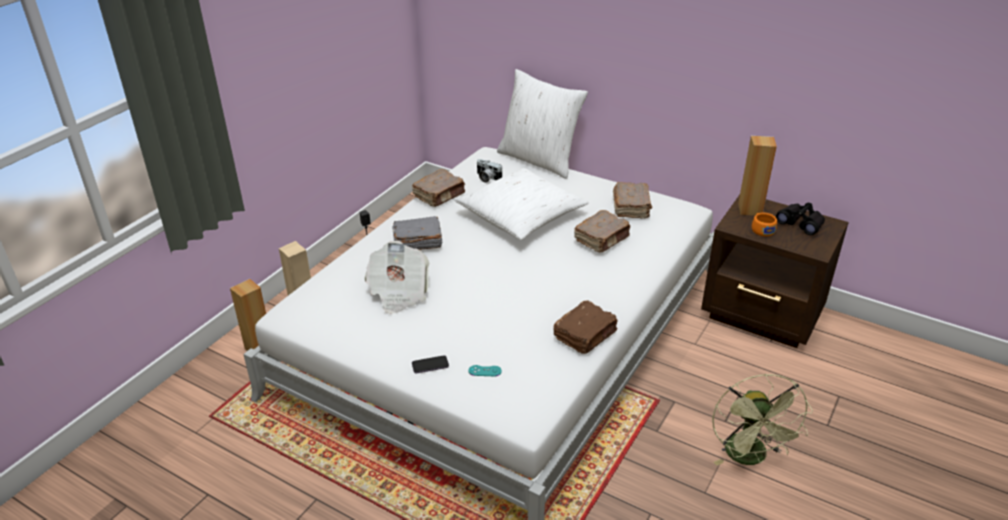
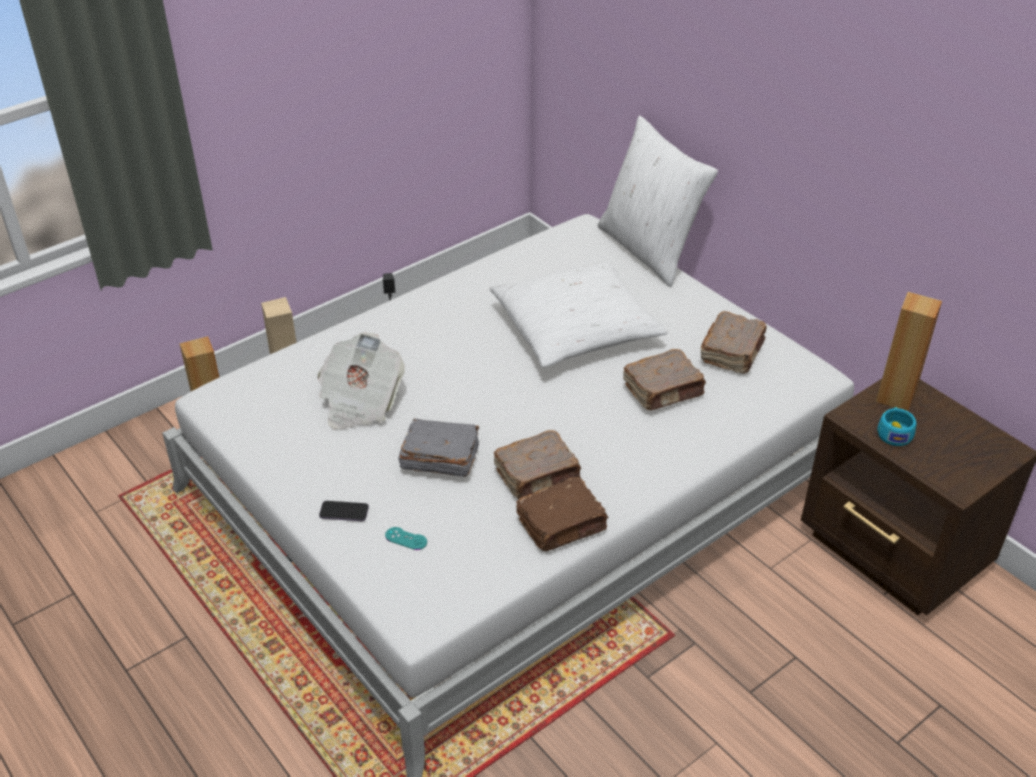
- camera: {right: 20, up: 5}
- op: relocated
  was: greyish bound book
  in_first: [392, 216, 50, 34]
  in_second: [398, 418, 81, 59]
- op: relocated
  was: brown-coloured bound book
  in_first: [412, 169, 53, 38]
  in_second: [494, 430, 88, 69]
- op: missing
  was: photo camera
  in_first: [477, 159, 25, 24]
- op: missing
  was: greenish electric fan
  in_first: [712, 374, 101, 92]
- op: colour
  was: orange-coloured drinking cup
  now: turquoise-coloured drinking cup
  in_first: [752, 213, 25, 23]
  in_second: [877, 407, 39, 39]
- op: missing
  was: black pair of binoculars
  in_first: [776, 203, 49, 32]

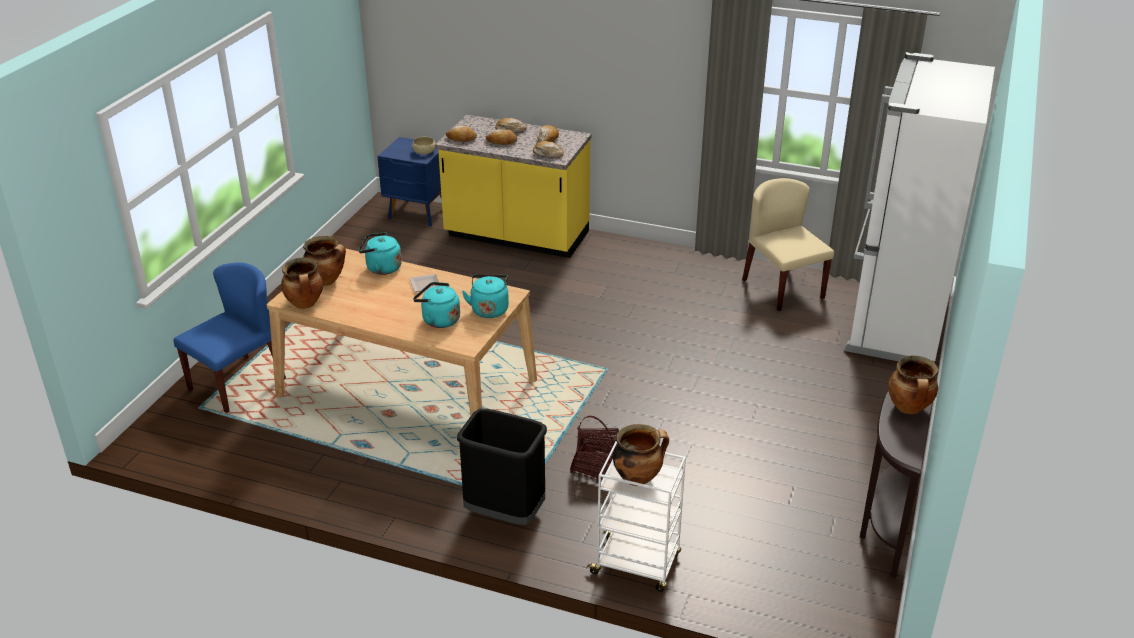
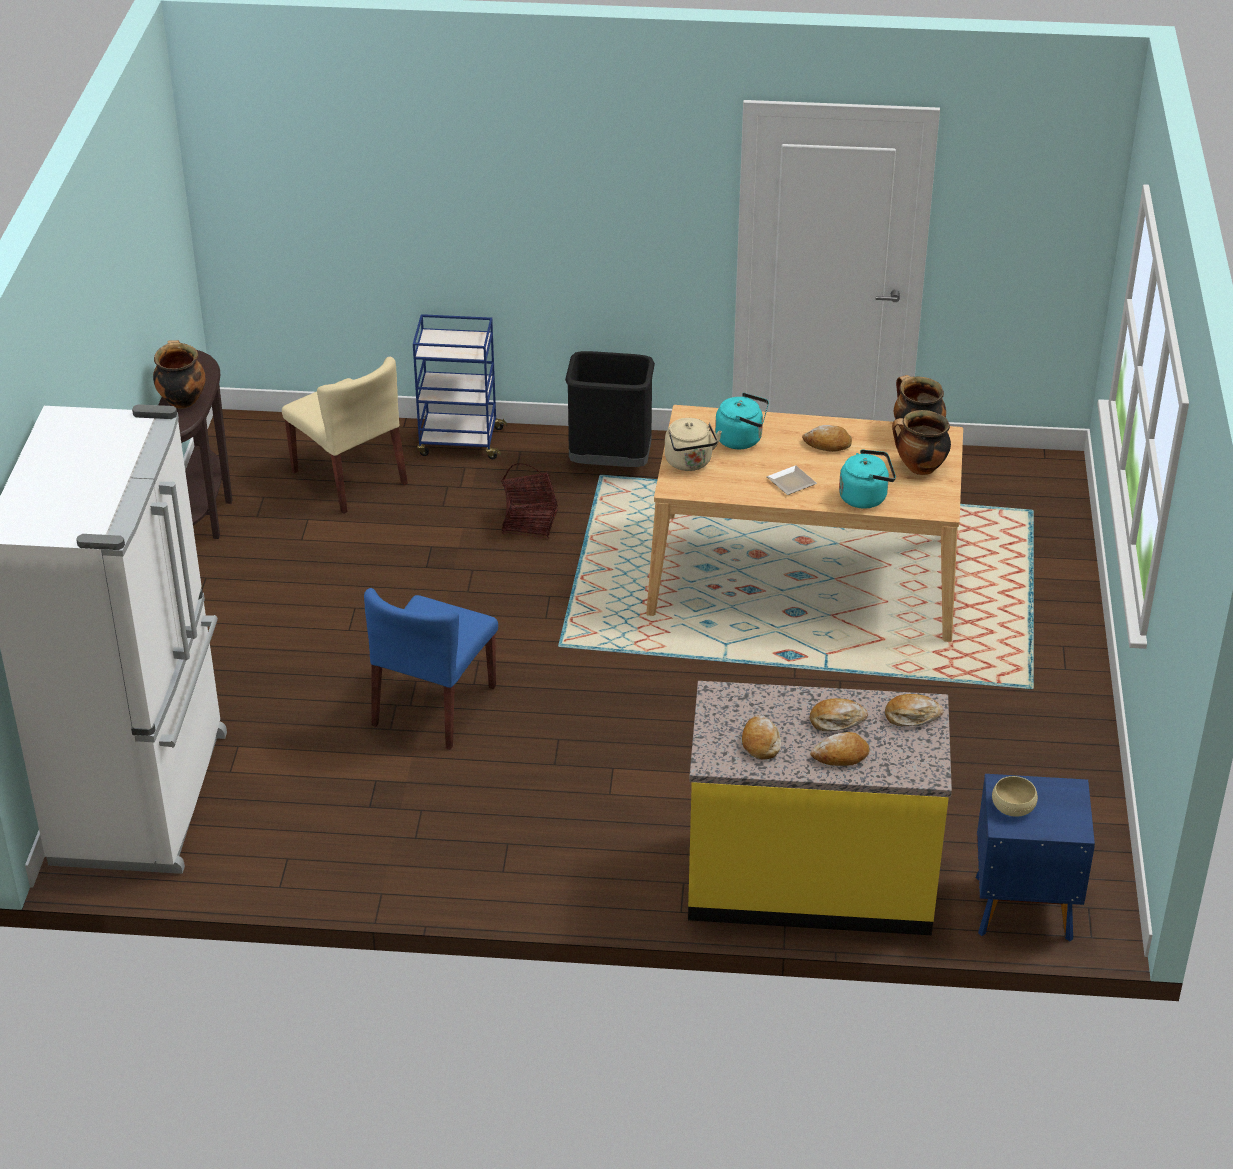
- camera: {right: 165, up: 5}
- op: relocated
  was: bluish upright chair
  in_first: [174, 262, 112, 151]
  in_second: [364, 588, 134, 162]
- op: colour
  was: turquoise-coloured kettle
  now: sand-coloured kettle
  in_first: [462, 275, 47, 43]
  in_second: [665, 418, 57, 53]
- op: relocated
  was: bread
  in_first: [533, 141, 31, 17]
  in_second: [802, 425, 50, 27]
- op: colour
  was: whitish trolley
  now: bluish trolley
  in_first: [586, 441, 100, 151]
  in_second: [413, 314, 94, 145]
- op: missing
  was: stockpot
  in_first: [613, 424, 56, 62]
- op: relocated
  was: sand-coloured upright chair
  in_first: [742, 178, 92, 133]
  in_second: [282, 357, 126, 157]

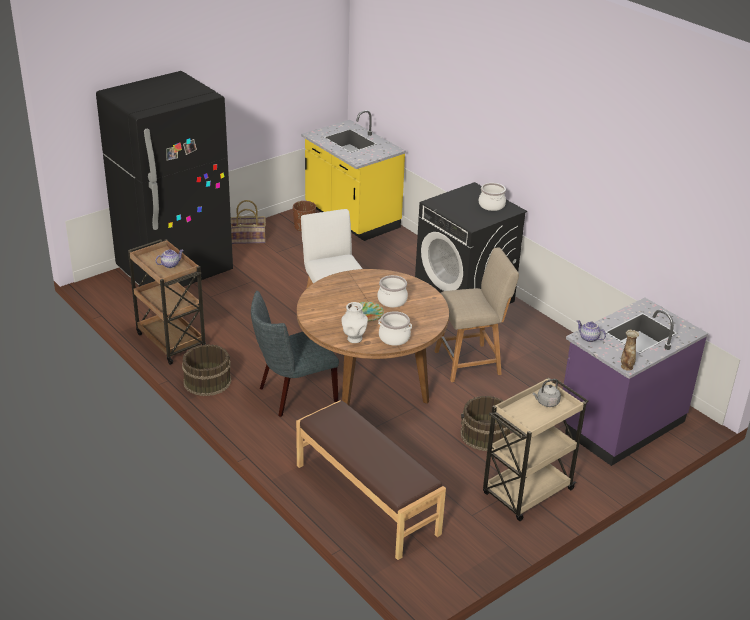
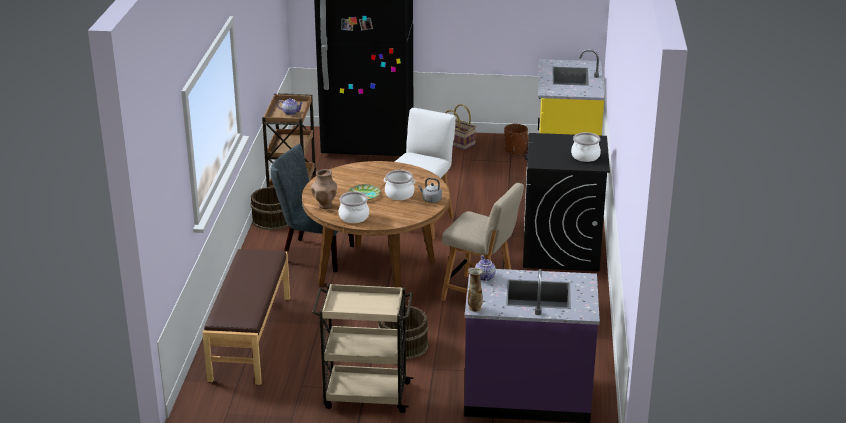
- camera: {right: 45, up: -5}
- op: colour
  was: whitish decorative vase
  now: brown-coloured decorative vase
  in_first: [341, 302, 27, 41]
  in_second: [311, 169, 26, 40]
- op: relocated
  was: greyish kettle
  in_first: [533, 379, 28, 28]
  in_second: [418, 178, 24, 25]

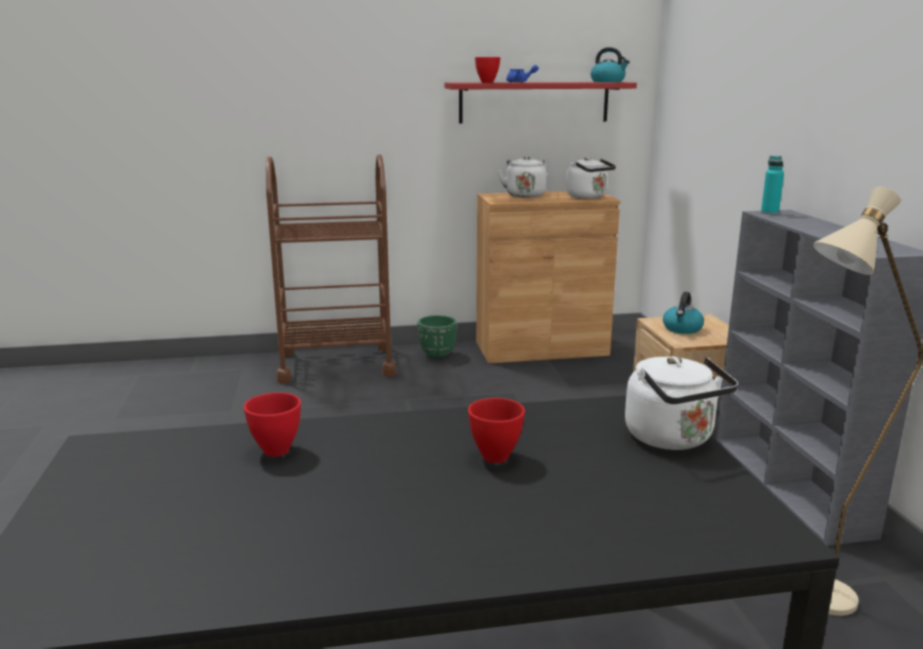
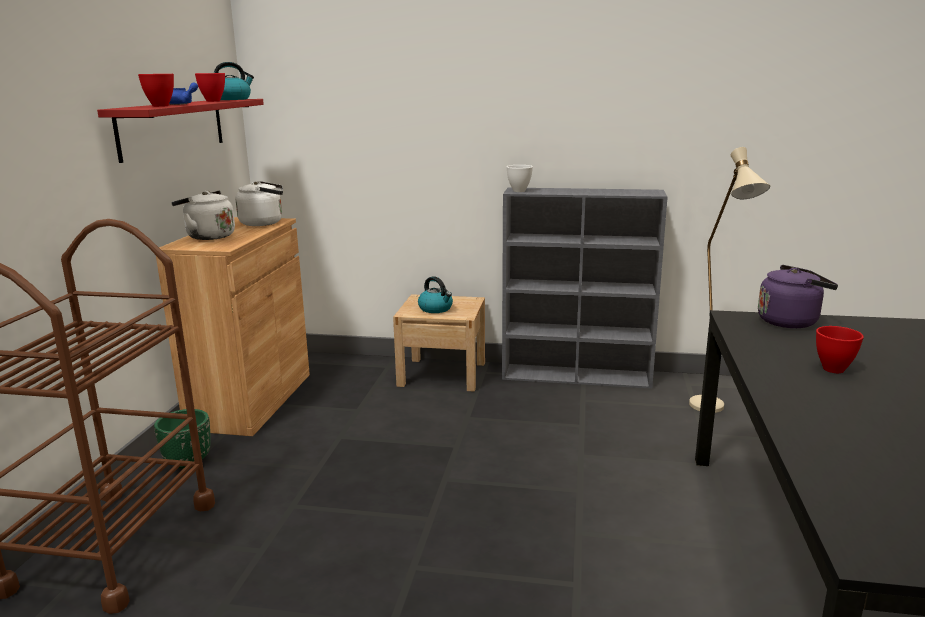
- camera: {right: -70, up: 0}
- op: relocated
  was: red deep dish
  in_first: [244, 392, 57, 65]
  in_second: [195, 73, 30, 29]
- op: colour
  was: whitish kettle
  now: purple-coloured kettle
  in_first: [625, 356, 113, 94]
  in_second: [758, 265, 80, 63]
- op: exchanged
  was: turquoise-coloured drink bottle
  now: whitish deep dish
  in_first: [761, 156, 23, 59]
  in_second: [506, 165, 27, 27]

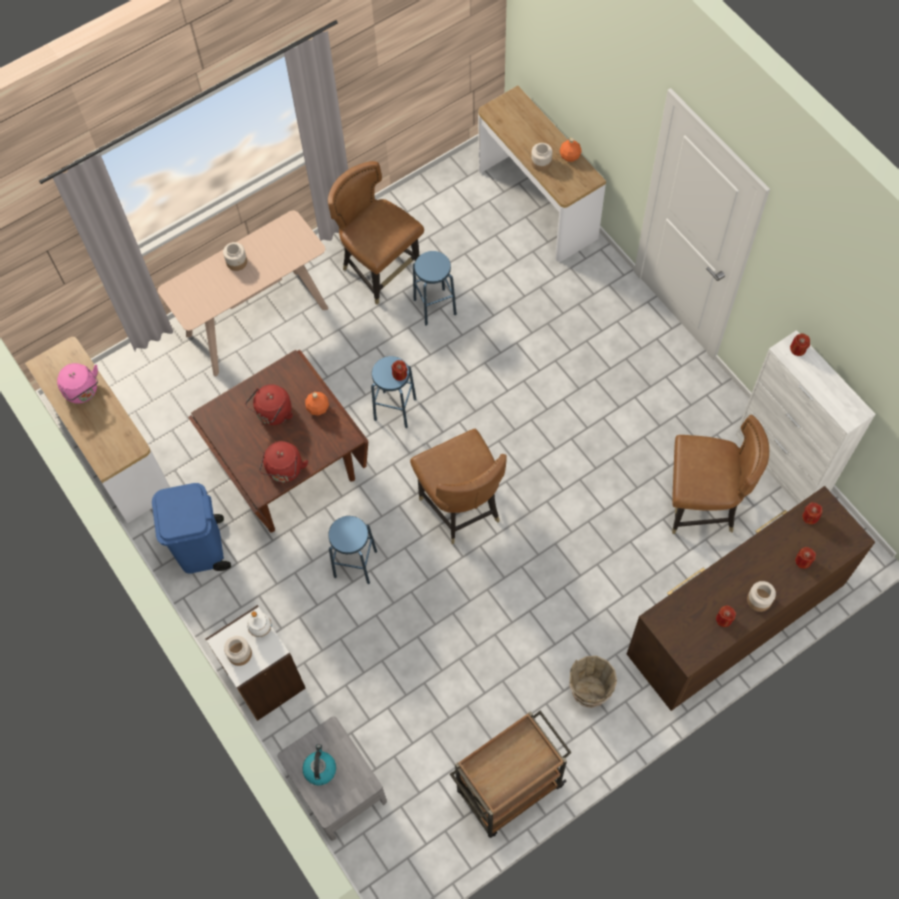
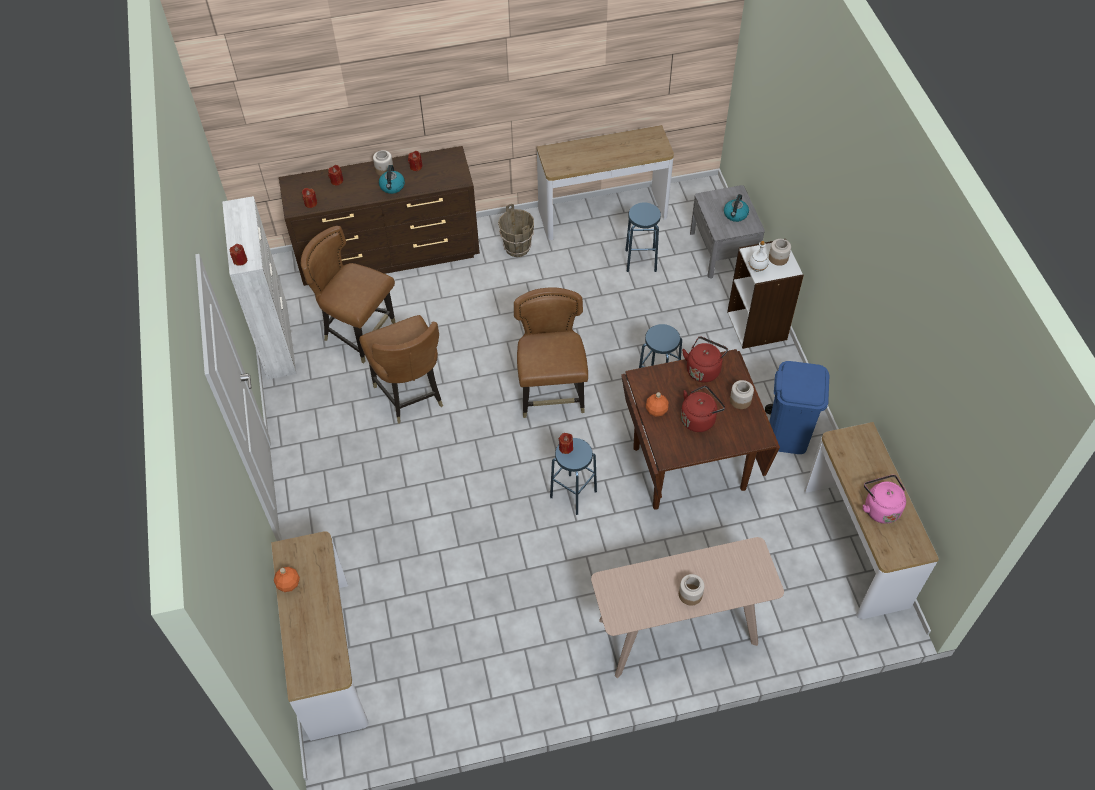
- camera: {right: -160, up: -10}
- op: relocated
  was: brown-coloured upright chair
  in_first: [328, 161, 96, 144]
  in_second: [359, 315, 84, 108]
- op: relocated
  was: bluish sitting stool
  in_first: [413, 251, 44, 75]
  in_second: [625, 203, 36, 69]
- op: exchanged
  was: brown-coloured trolley
  now: console table
  in_first: [450, 711, 122, 127]
  in_second: [537, 125, 137, 115]
- op: relocated
  was: storage jar
  in_first: [531, 143, 21, 28]
  in_second: [730, 380, 24, 29]
- op: appeared
  now: kettle
  in_second: [379, 165, 26, 29]

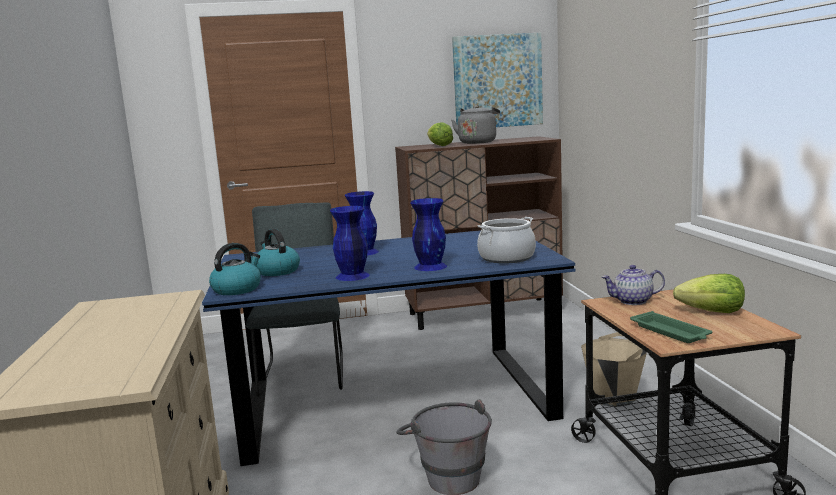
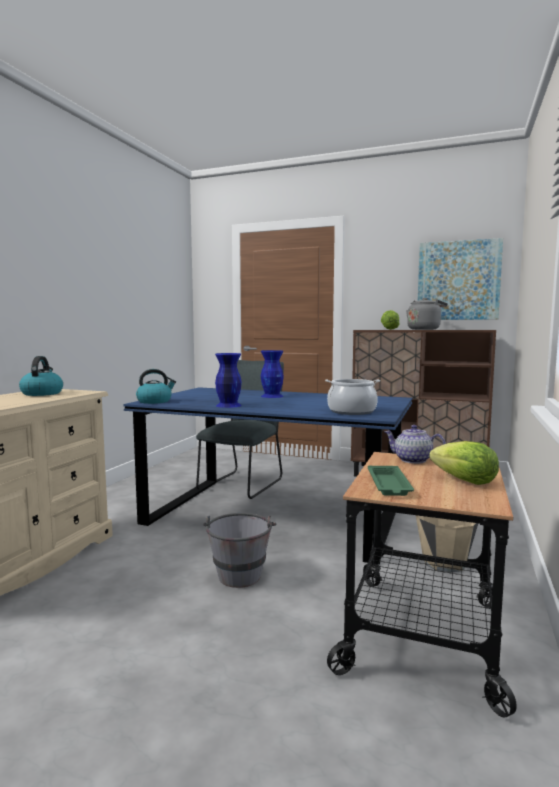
- camera: {right: 30, up: -5}
- op: relocated
  was: kettle
  in_first: [256, 229, 44, 47]
  in_second: [19, 356, 44, 40]
- op: missing
  was: bluish decorative vase
  in_first: [410, 198, 37, 73]

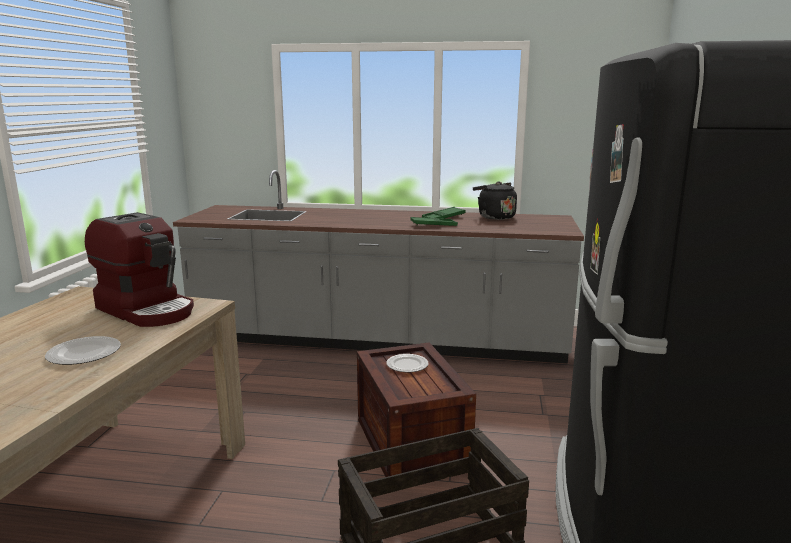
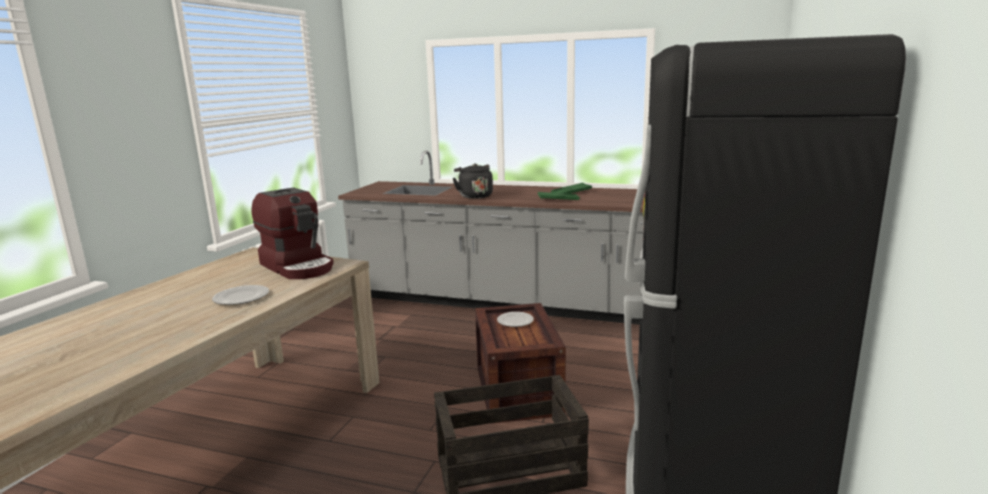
- camera: {right: 10, up: 0}
- op: relocated
  was: black kettle
  in_first: [473, 181, 44, 39]
  in_second: [453, 164, 40, 35]

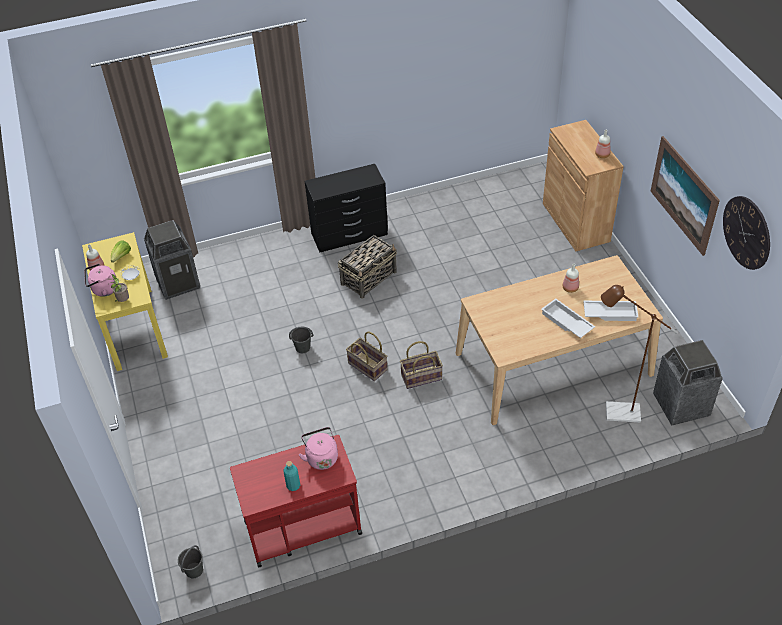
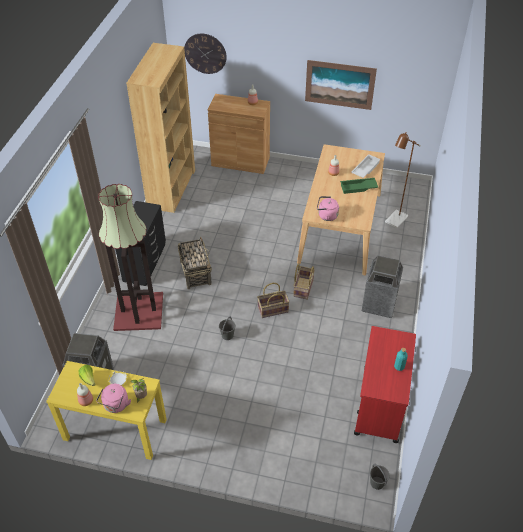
- camera: {right: -60, up: 0}
- op: relocated
  was: pink-coloured kettle
  in_first: [299, 427, 39, 43]
  in_second: [317, 196, 22, 25]
- op: colour
  was: whitish tray
  now: greenish tray
  in_first: [541, 299, 54, 39]
  in_second: [340, 178, 38, 16]
- op: relocated
  was: rubbish bin
  in_first: [653, 340, 70, 86]
  in_second: [362, 255, 41, 63]
- op: relocated
  was: hanging clock
  in_first: [723, 196, 47, 74]
  in_second: [184, 34, 43, 40]
- op: appeared
  now: standing lamp
  in_second: [98, 184, 65, 147]
- op: appeared
  now: brown-coloured bookshelf
  in_second: [126, 43, 69, 170]

